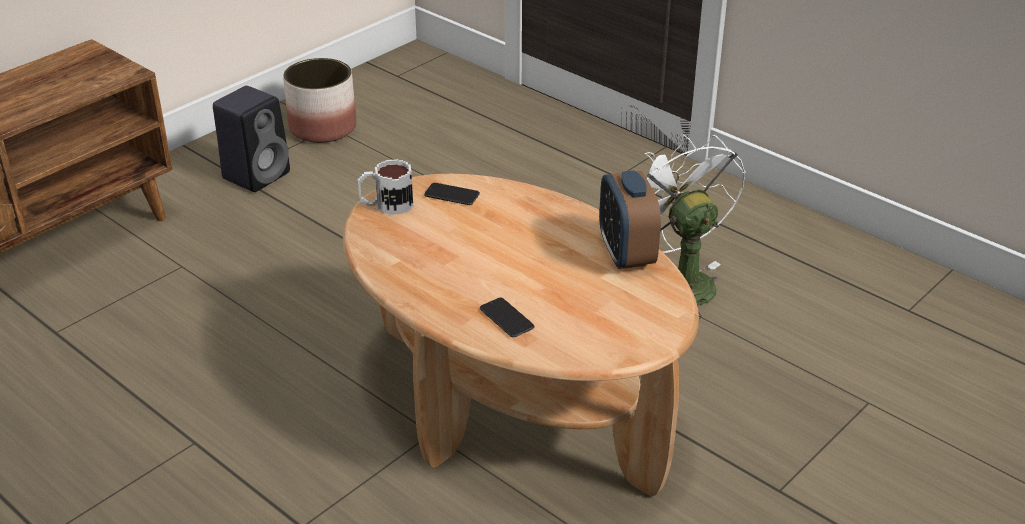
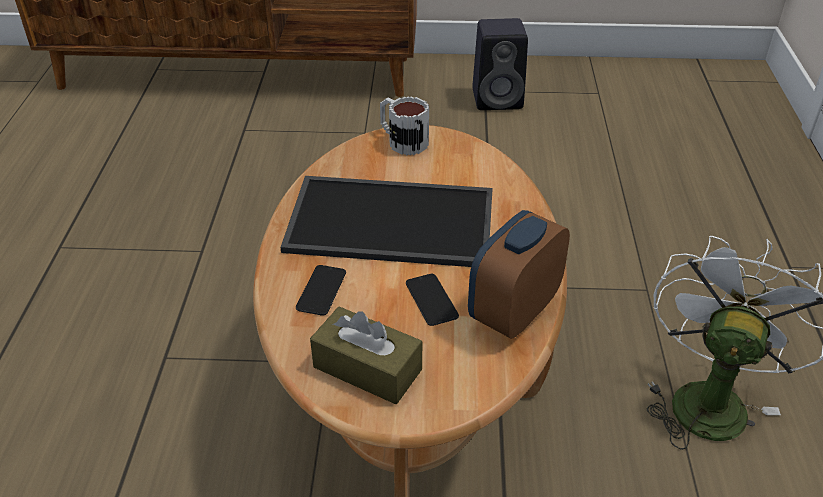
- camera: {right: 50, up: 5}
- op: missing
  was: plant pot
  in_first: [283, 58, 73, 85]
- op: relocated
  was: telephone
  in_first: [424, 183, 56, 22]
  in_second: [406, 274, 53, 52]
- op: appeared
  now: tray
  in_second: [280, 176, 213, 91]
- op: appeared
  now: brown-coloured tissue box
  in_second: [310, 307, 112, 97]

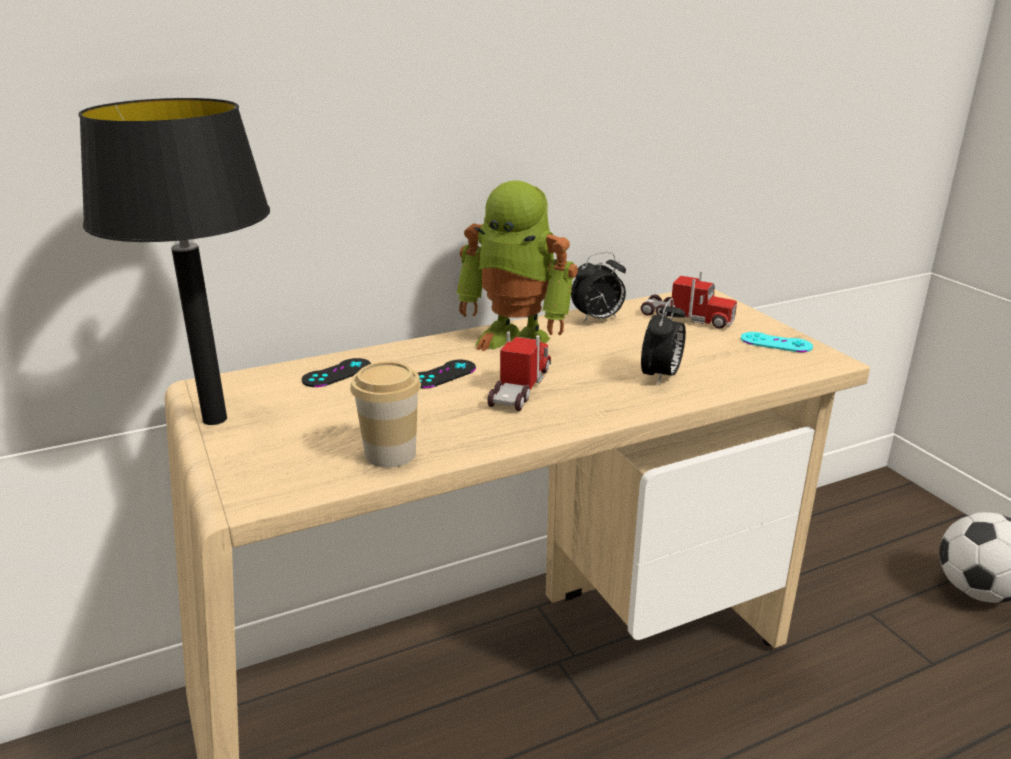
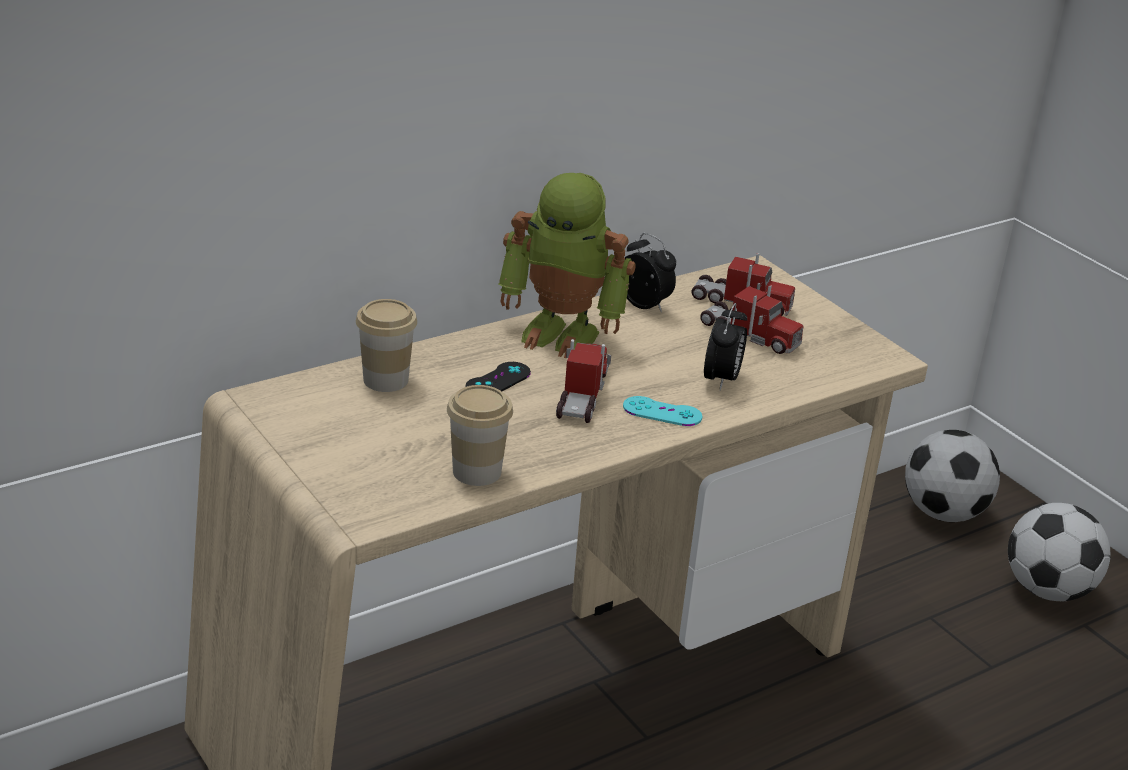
- camera: {right: -10, up: 5}
- op: missing
  was: black tabletop lamp
  in_first: [79, 98, 191, 327]
- op: exchanged
  was: black gamepad
  now: drinking cup
  in_first: [302, 358, 69, 29]
  in_second: [356, 299, 61, 93]
- op: spun
  was: bedside clock
  in_first: [571, 252, 55, 71]
  in_second: [625, 233, 51, 79]
  clockwise: -105
- op: relocated
  was: turquoise-coloured gamepad
  in_first: [741, 332, 72, 20]
  in_second: [623, 396, 79, 30]
- op: appeared
  now: model truck
  in_second: [700, 286, 104, 68]
- op: appeared
  now: ball for football
  in_second: [905, 430, 95, 92]

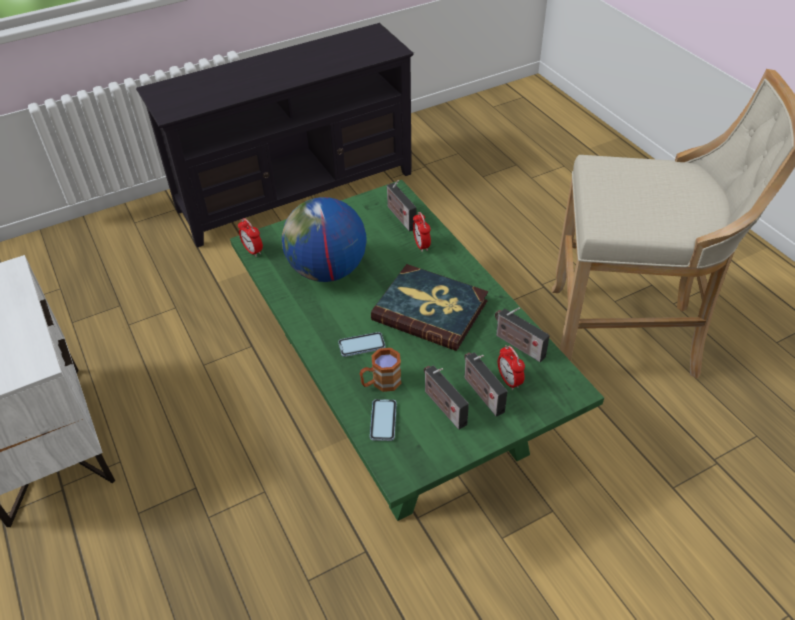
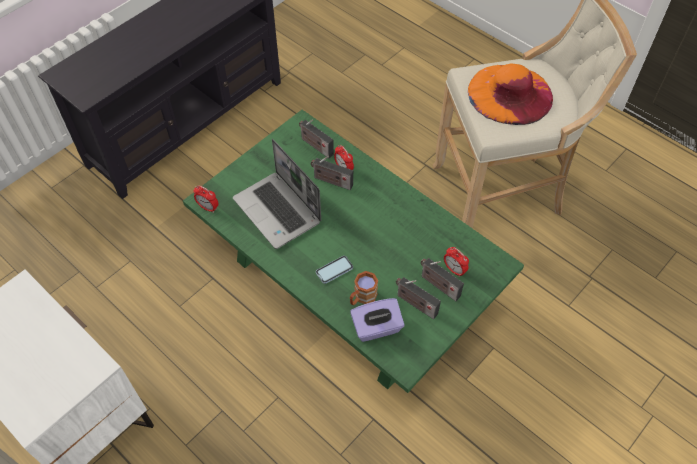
- camera: {right: -20, up: 10}
- op: exchanged
  was: globe
  now: laptop
  in_first: [282, 197, 85, 85]
  in_second: [233, 139, 88, 110]
- op: exchanged
  was: telephone
  now: purple-coloured tissue box
  in_first: [370, 399, 27, 42]
  in_second: [350, 298, 55, 44]
- op: missing
  was: bound book
  in_first: [371, 264, 117, 87]
- op: relocated
  was: radio
  in_first: [495, 307, 55, 55]
  in_second: [311, 156, 42, 34]
- op: appeared
  now: orange-coloured wearable hat
  in_second: [468, 63, 85, 62]

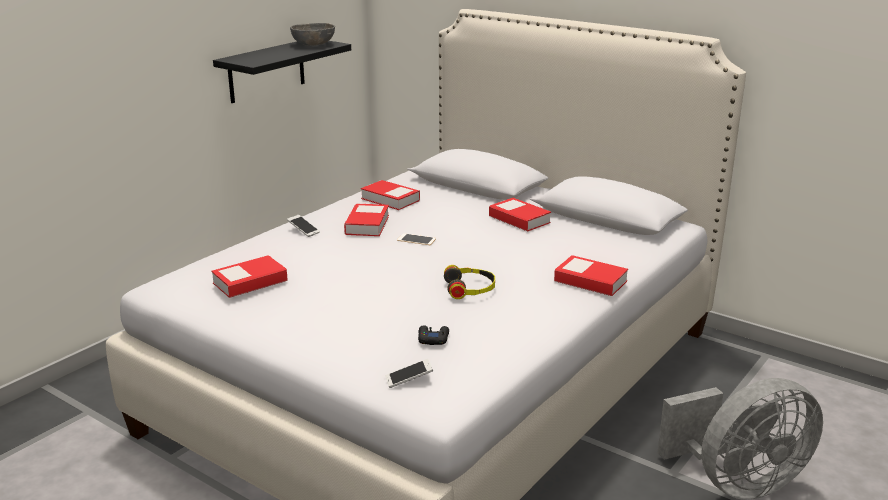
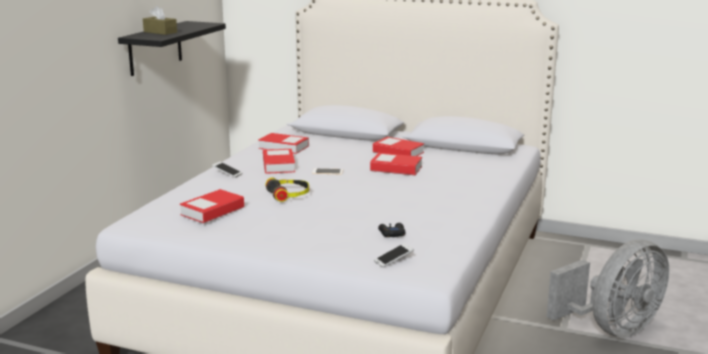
- camera: {right: -15, up: -5}
- op: missing
  was: greyish deep dish
  in_first: [290, 23, 45, 23]
- op: relocated
  was: headset
  in_first: [444, 265, 51, 34]
  in_second: [265, 177, 44, 25]
- op: relocated
  was: bound book
  in_first: [554, 255, 74, 41]
  in_second: [370, 153, 52, 22]
- op: appeared
  now: brown-coloured tissue box
  in_second: [143, 5, 34, 30]

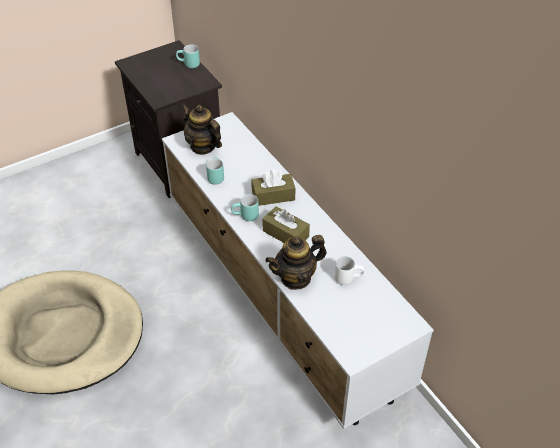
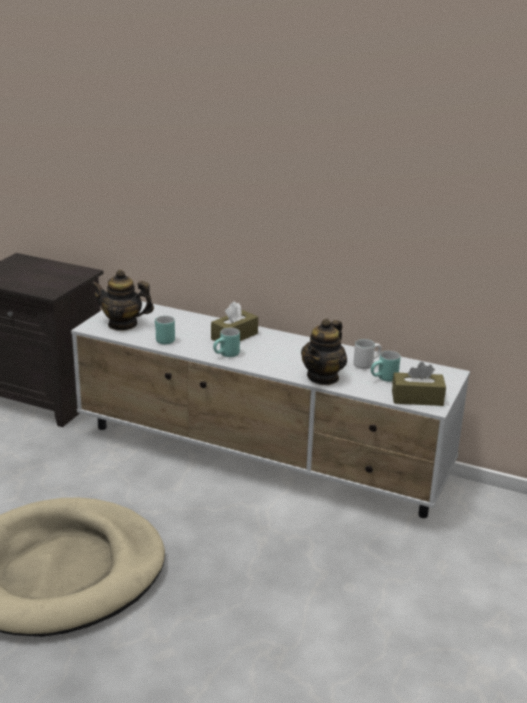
- camera: {right: -35, up: -20}
- op: relocated
  was: turquoise-coloured coffee mug
  in_first: [176, 44, 24, 24]
  in_second: [371, 351, 29, 31]
- op: relocated
  was: brown-coloured tissue box
  in_first: [262, 206, 48, 37]
  in_second: [392, 362, 54, 44]

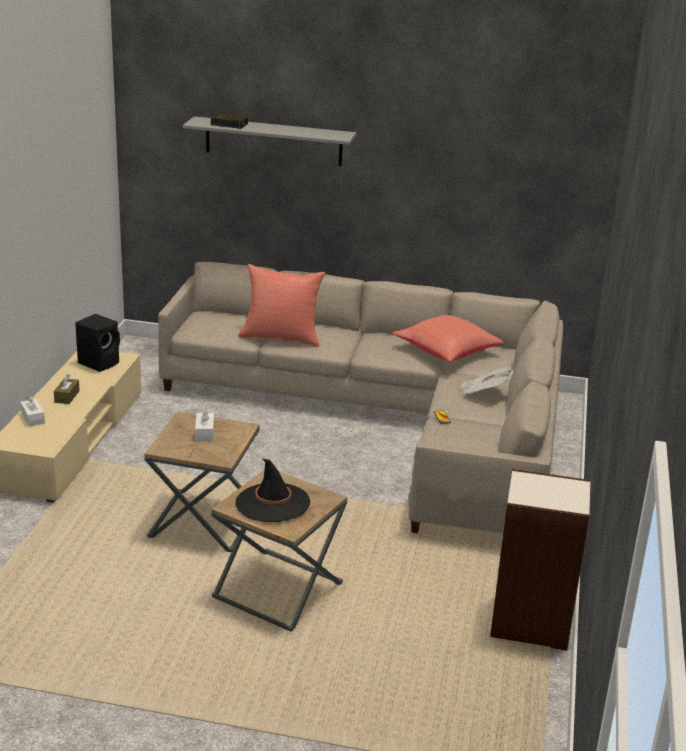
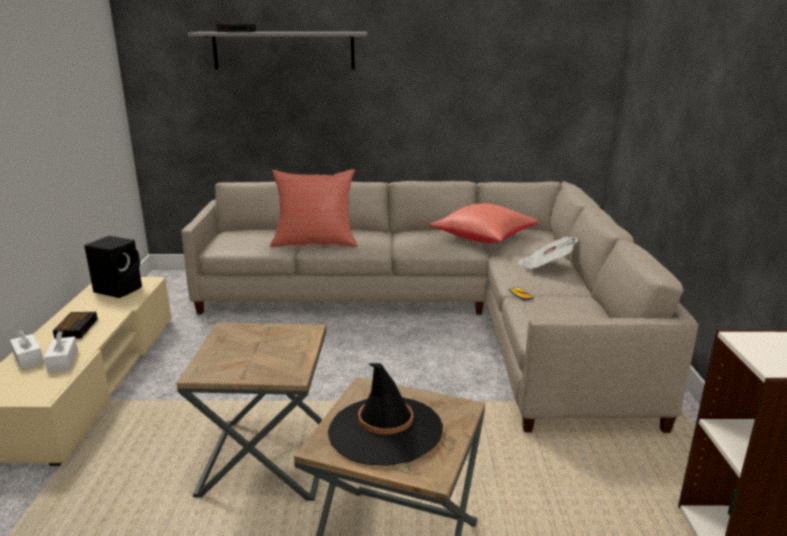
- camera: {right: -10, up: -5}
- op: exchanged
  was: brown-coloured tissue box
  now: bedside clock
  in_first: [54, 374, 26, 30]
  in_second: [53, 312, 45, 27]
- op: relocated
  was: whitish tissue box
  in_first: [195, 408, 19, 33]
  in_second: [44, 331, 34, 42]

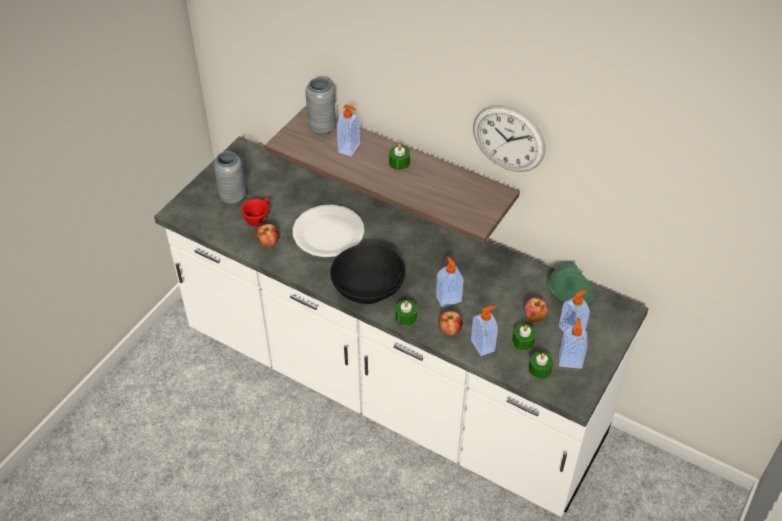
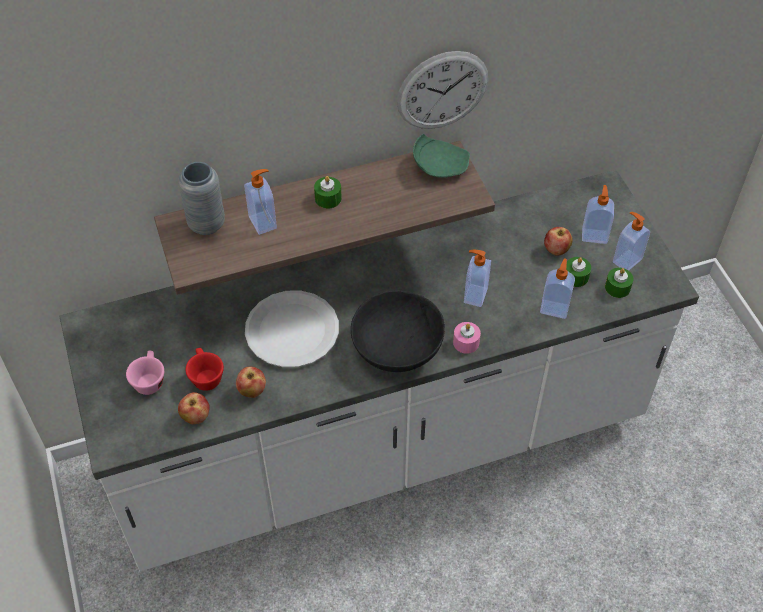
- camera: {right: -50, up: 5}
- op: exchanged
  was: greyish decorative vase
  now: pink-coloured drinking cup
  in_first: [214, 151, 32, 53]
  in_second: [126, 351, 38, 44]
- op: colour
  was: greenish wax light
  now: pink-coloured wax light
  in_first: [395, 300, 22, 26]
  in_second: [453, 322, 28, 32]
- op: relocated
  was: whole apple
  in_first: [438, 311, 25, 25]
  in_second: [178, 392, 32, 32]
- op: relocated
  was: greenish plate
  in_first: [549, 264, 45, 39]
  in_second: [413, 134, 57, 44]

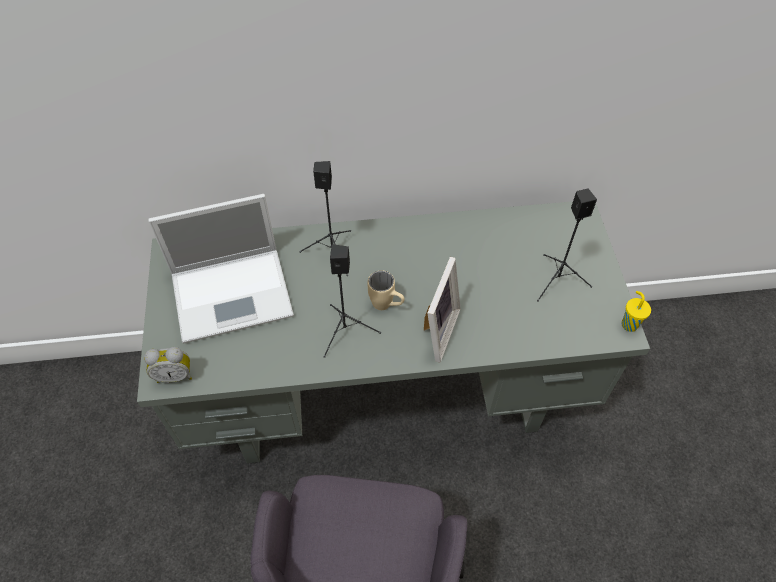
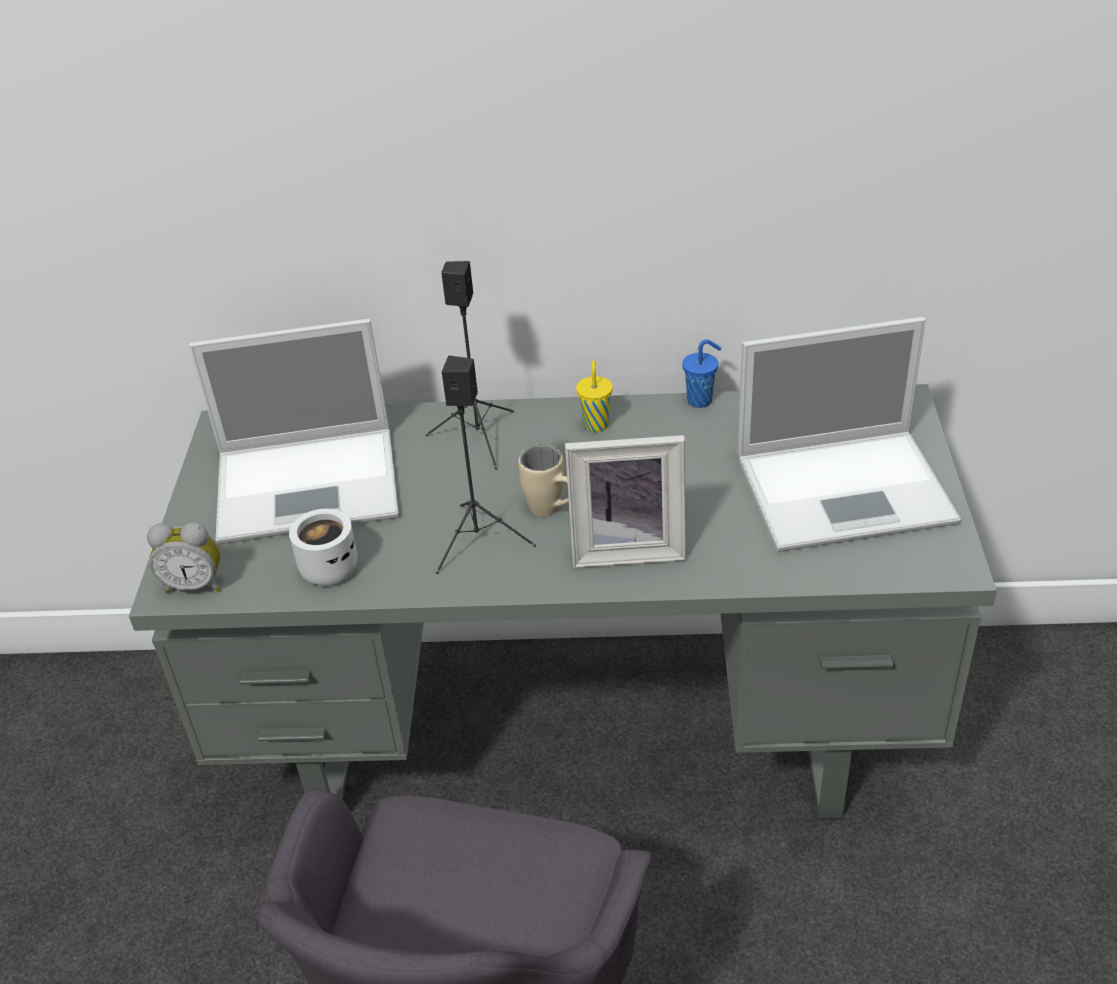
- camera: {right: 10, up: -15}
- op: spun
  was: photo frame
  in_first: [424, 257, 37, 105]
  in_second: [565, 435, 121, 133]
  clockwise: 60
- op: exchanged
  was: black audio speaker
  now: laptop
  in_first: [537, 188, 60, 114]
  in_second: [737, 317, 224, 235]
- op: relocated
  was: yellowish drinking cup
  in_first: [622, 291, 29, 41]
  in_second: [576, 360, 37, 72]
- op: appeared
  now: whitish coffee mug
  in_second: [289, 509, 69, 77]
- op: appeared
  now: bluish drinking cup
  in_second: [682, 339, 39, 69]

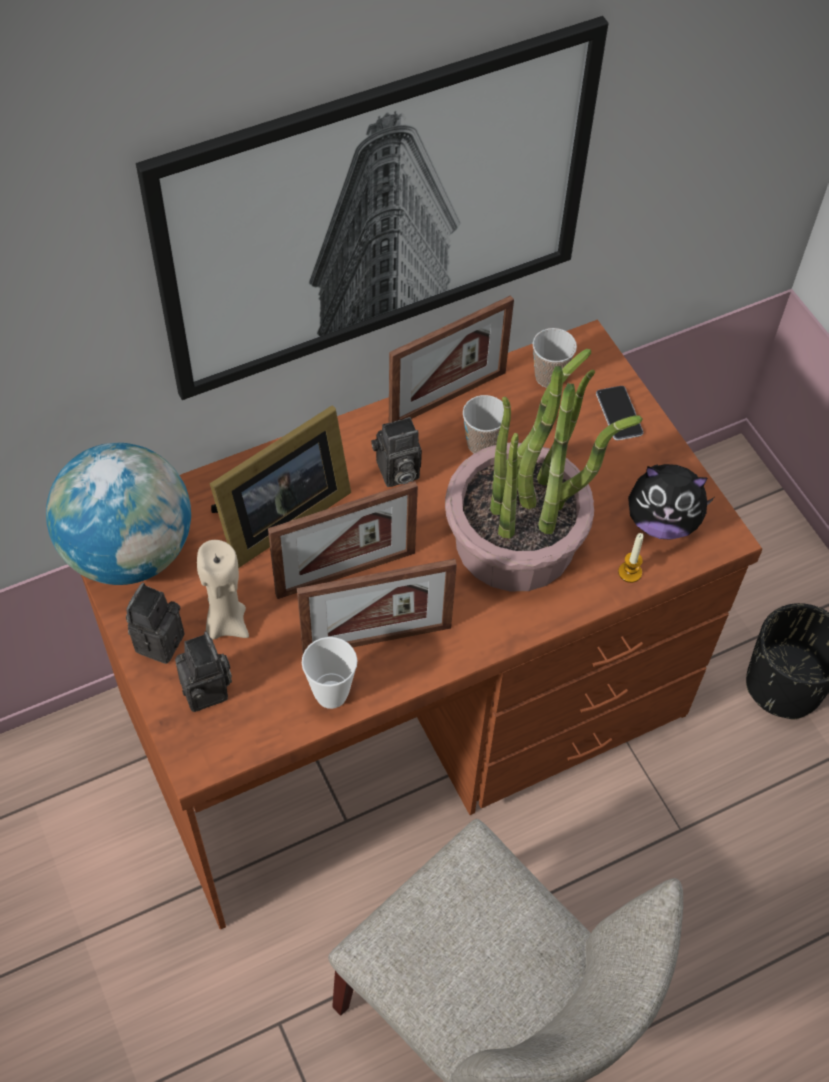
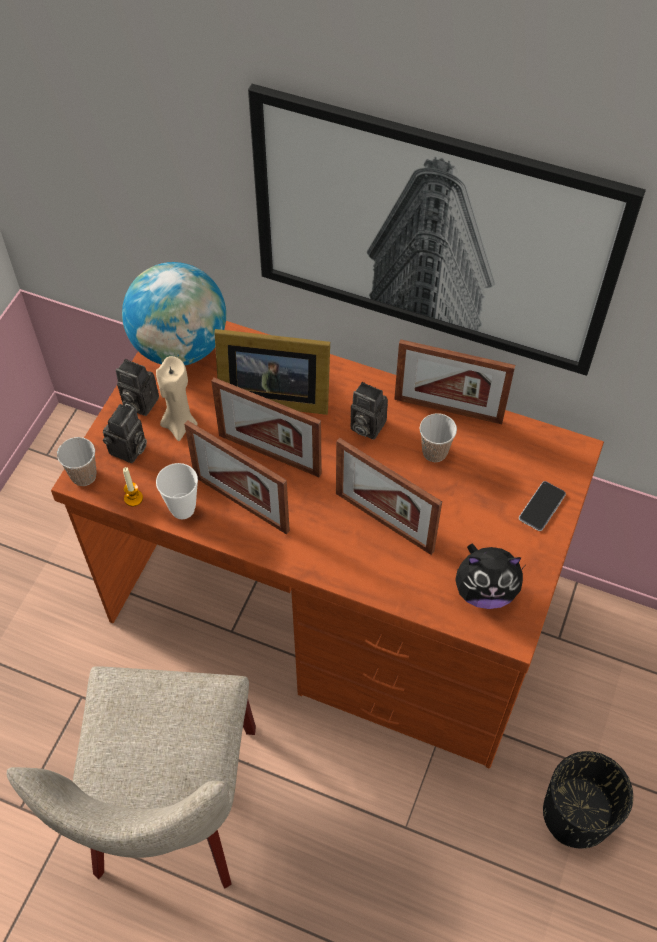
- camera: {right: 50, up: 0}
- op: spun
  was: photo camera
  in_first: [126, 583, 59, 81]
  in_second: [116, 359, 43, 57]
  clockwise: -135
- op: exchanged
  was: houseplant
  now: photo frame
  in_first: [445, 349, 198, 242]
  in_second: [336, 438, 106, 117]
- op: relocated
  was: drinking cup
  in_first: [533, 328, 44, 60]
  in_second: [57, 437, 40, 49]
- op: relocated
  was: wax light
  in_first: [618, 533, 26, 50]
  in_second: [123, 467, 20, 39]
- op: spun
  was: cuddly toy
  in_first: [628, 464, 86, 76]
  in_second: [455, 544, 69, 65]
  clockwise: -60

